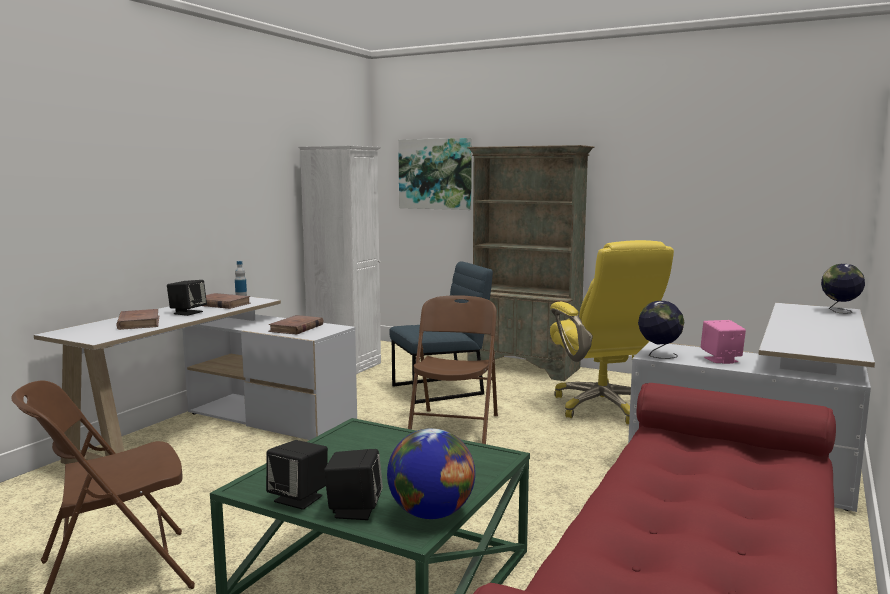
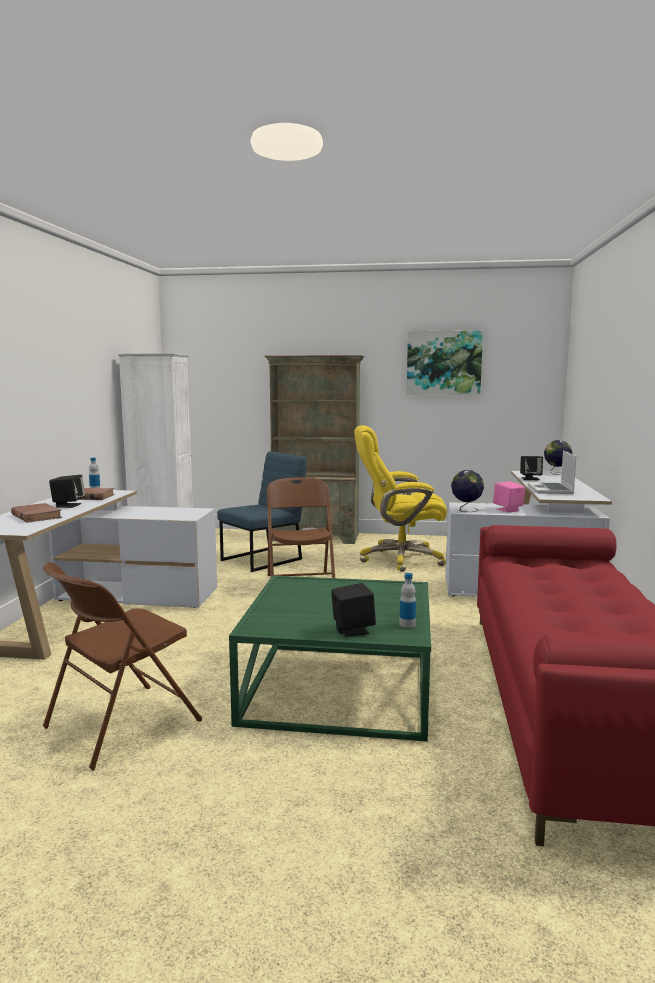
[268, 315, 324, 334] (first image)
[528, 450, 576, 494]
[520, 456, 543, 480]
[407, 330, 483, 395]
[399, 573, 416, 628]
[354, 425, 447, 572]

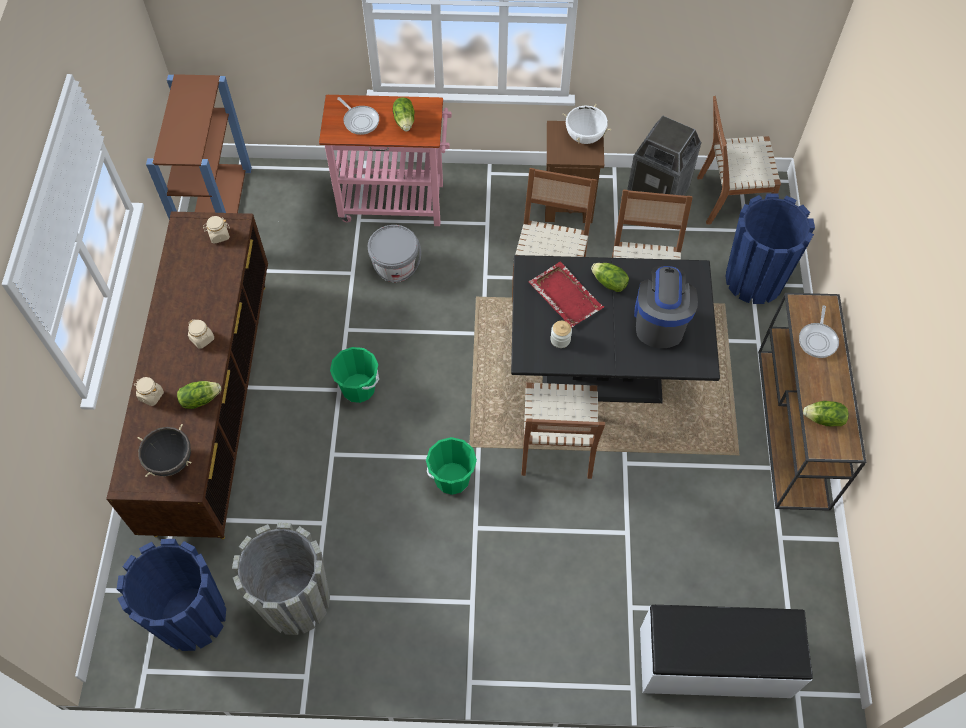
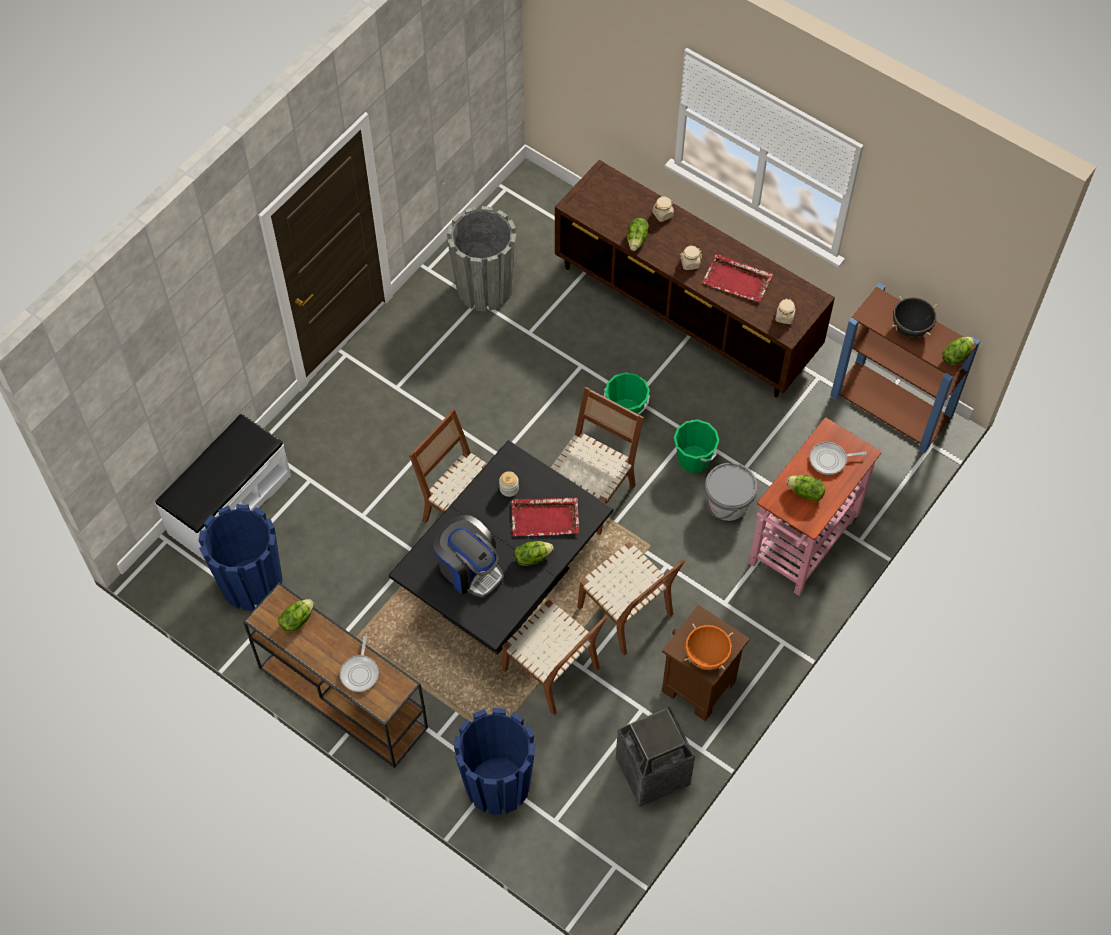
[702, 254, 773, 302]
[942, 337, 974, 365]
[198, 504, 283, 611]
[892, 296, 937, 338]
[674, 420, 719, 473]
[551, 387, 644, 535]
[685, 624, 733, 670]
[340, 635, 379, 692]

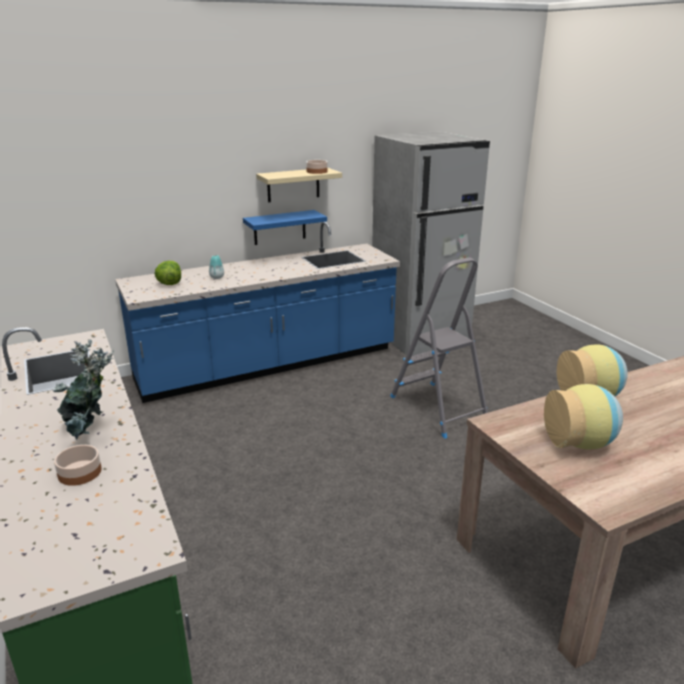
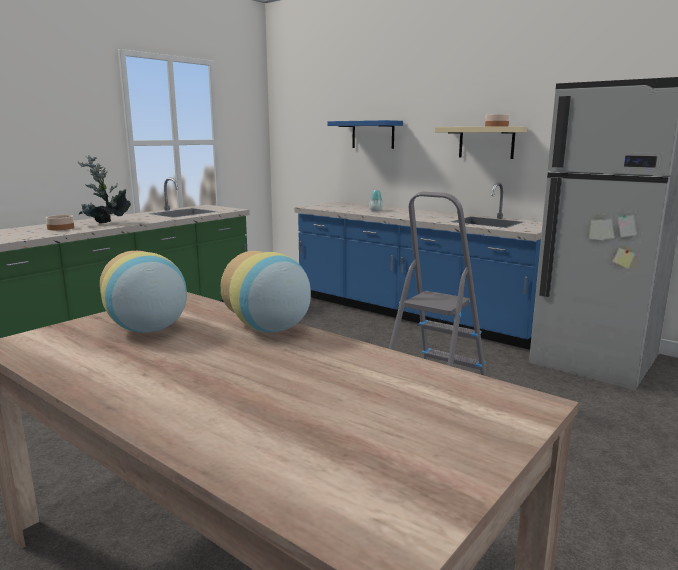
[155, 261, 181, 285] (first image)
[327, 120, 403, 149]

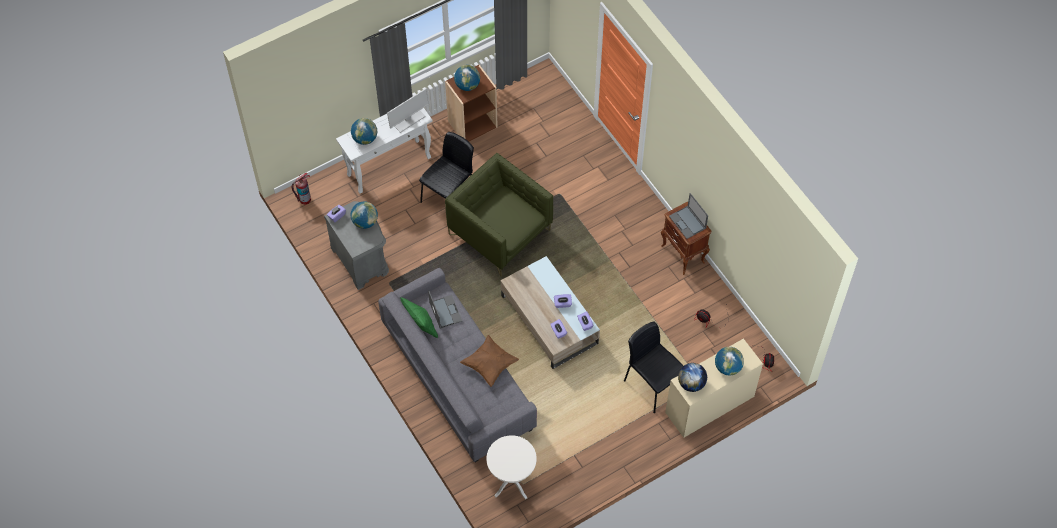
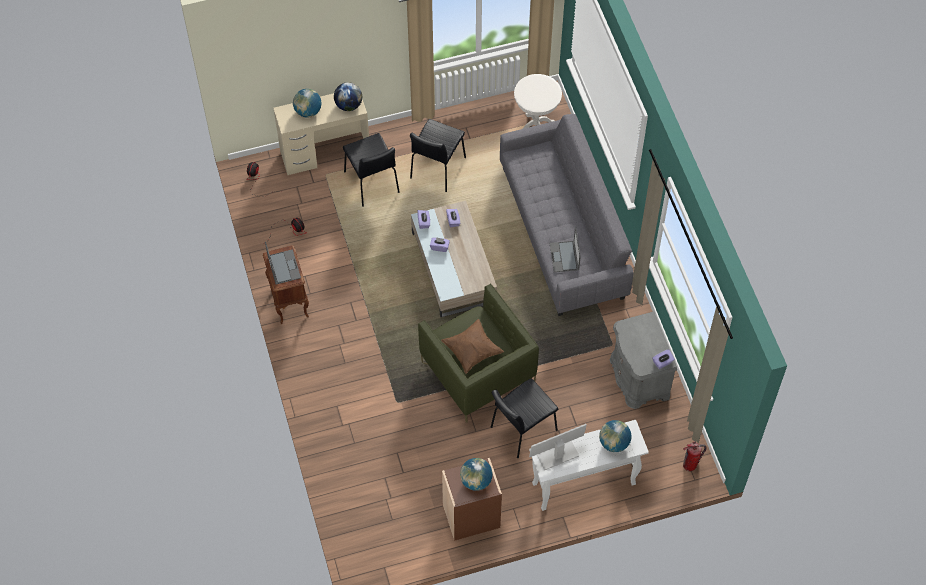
[351, 201, 378, 229] (first image)
[400, 297, 438, 338] (first image)
[410, 119, 466, 192]
[441, 319, 504, 374]

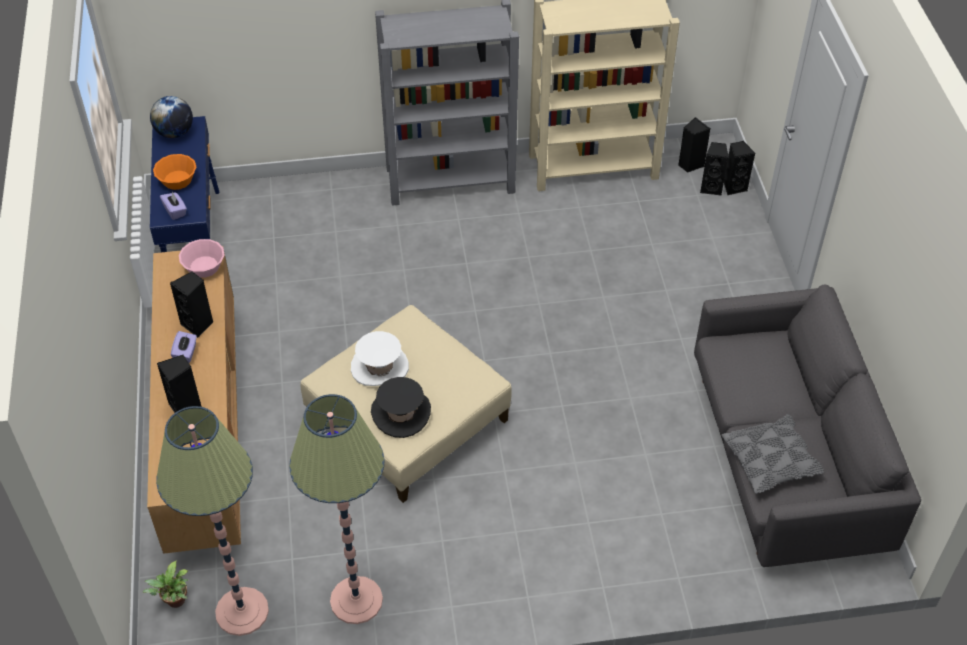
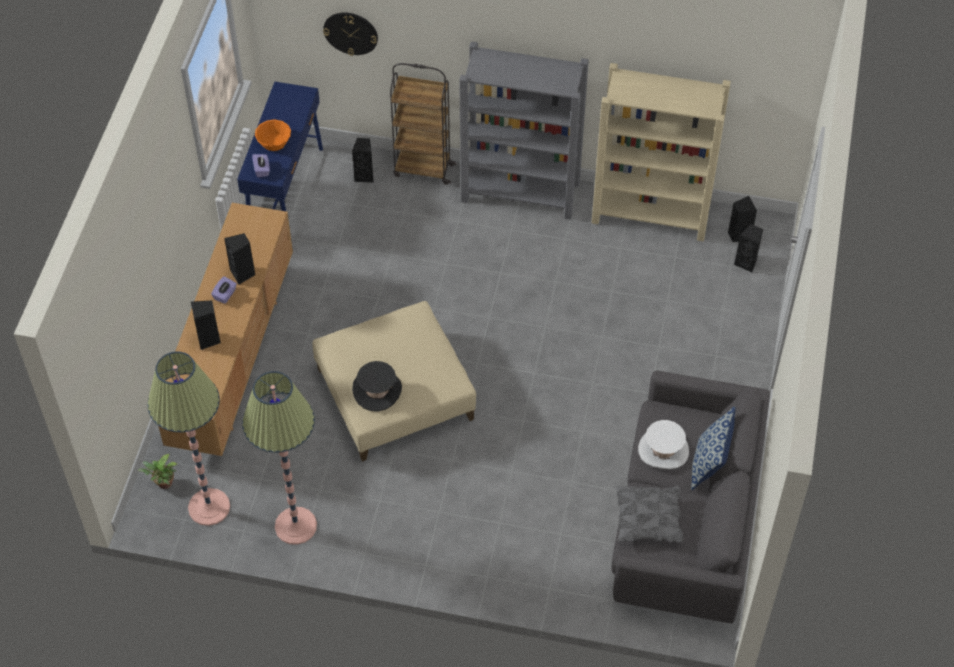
[150, 96, 193, 138] (first image)
[179, 239, 224, 277] (first image)
[323, 12, 378, 56]
[390, 63, 456, 185]
[691, 406, 735, 490]
[638, 420, 689, 469]
[352, 138, 374, 183]

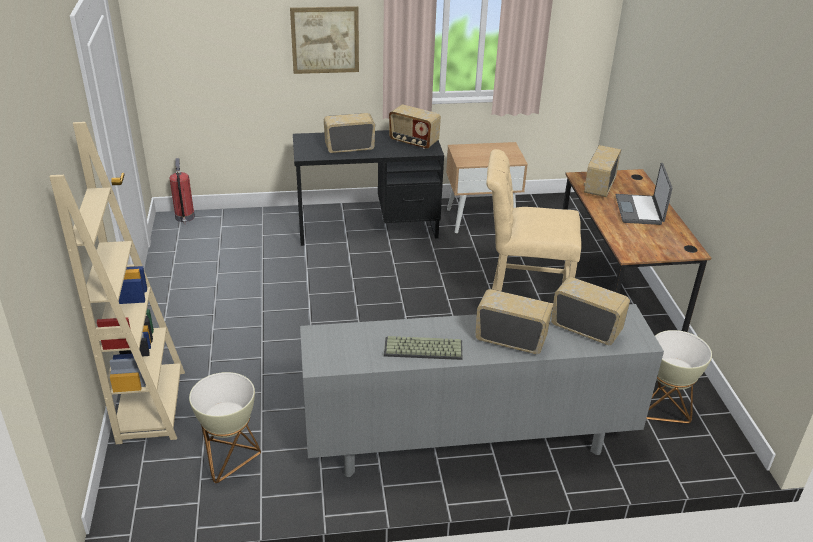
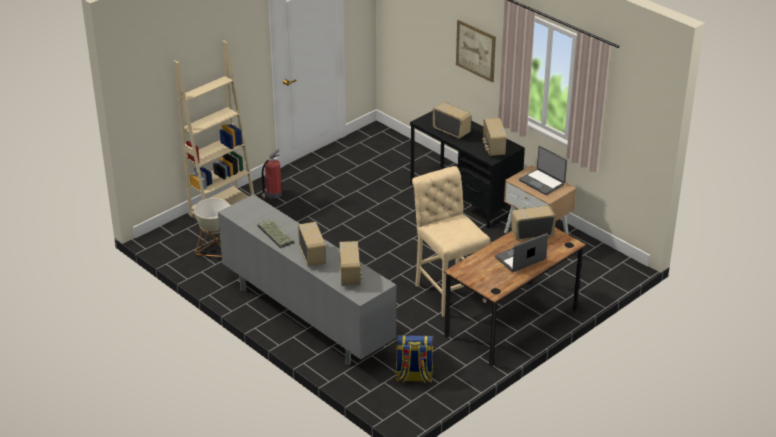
[519, 146, 567, 195]
[262, 149, 282, 199]
[396, 335, 434, 383]

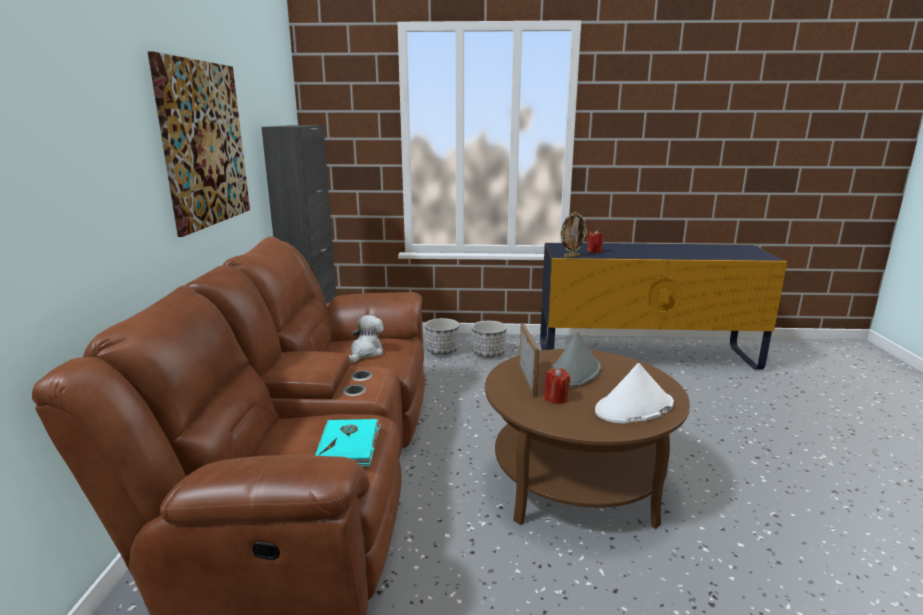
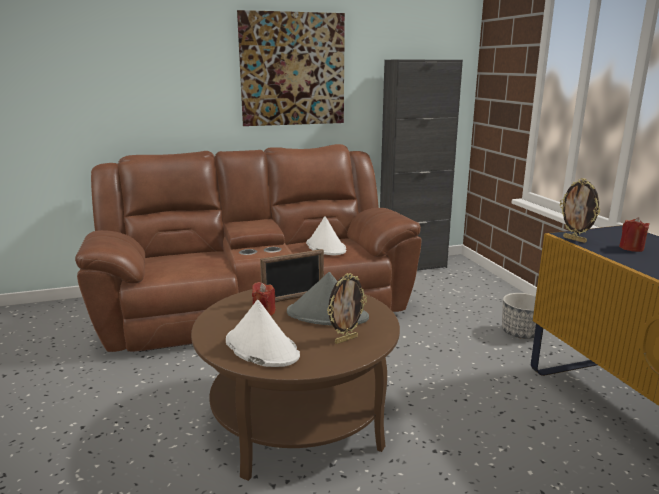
[315, 419, 382, 466] (first image)
[424, 318, 459, 355] (first image)
[327, 273, 367, 344]
[306, 216, 346, 255]

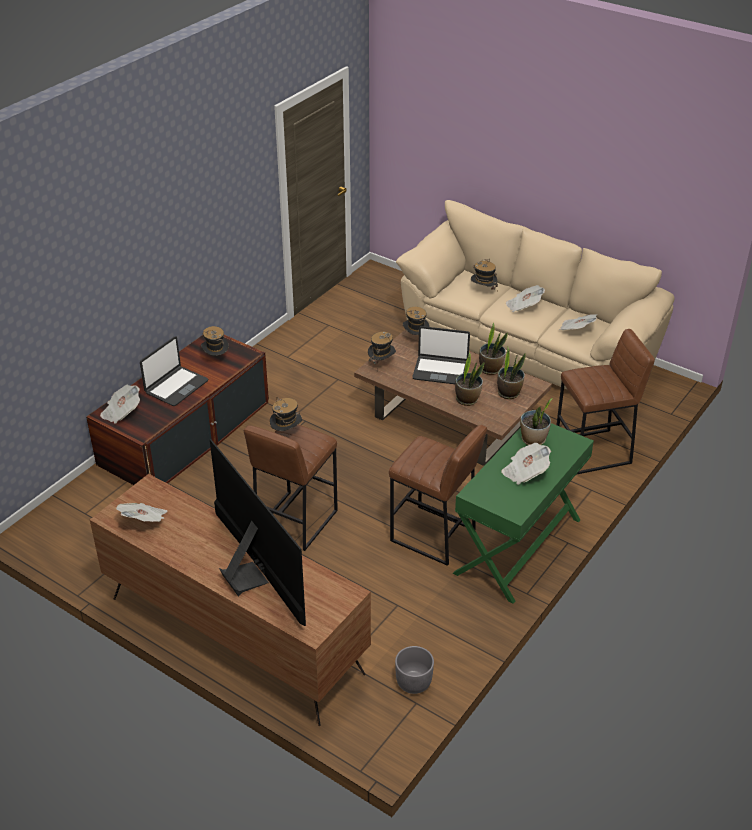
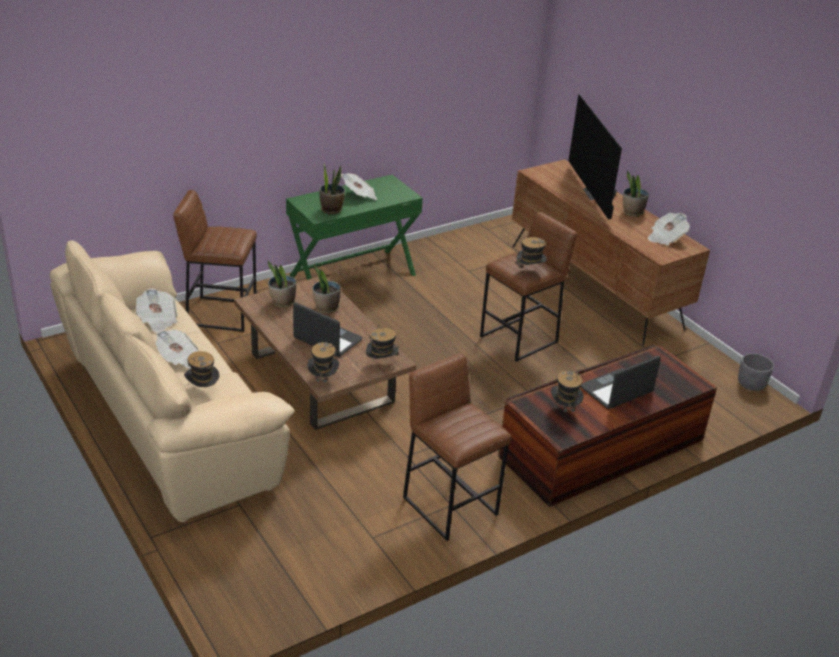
[100, 385, 140, 424] (first image)
[403, 353, 511, 541]
[738, 353, 774, 391]
[623, 170, 649, 217]

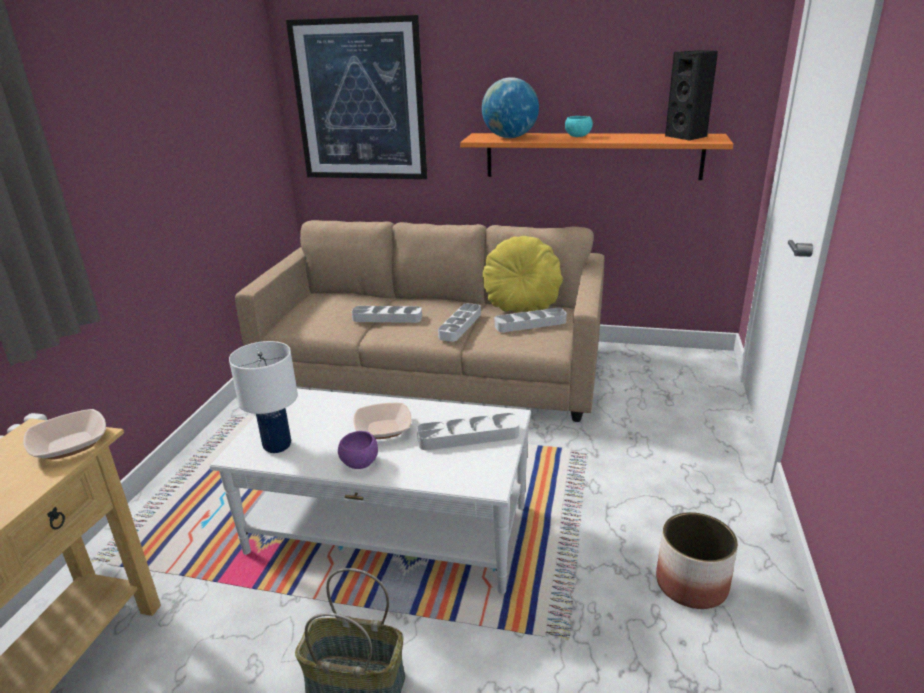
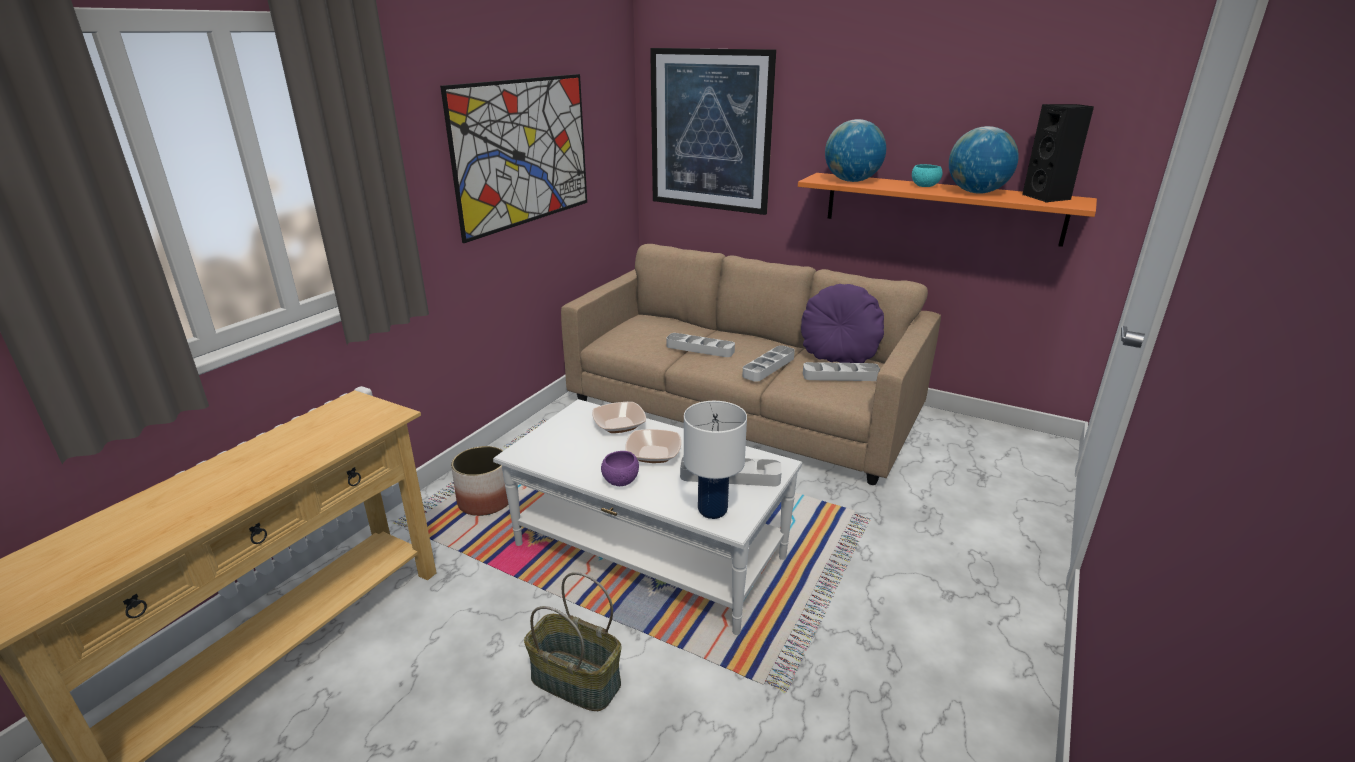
[440, 74, 587, 243]
[949, 126, 1019, 193]
[592, 402, 646, 433]
[684, 401, 747, 519]
[451, 446, 508, 516]
[801, 284, 884, 363]

